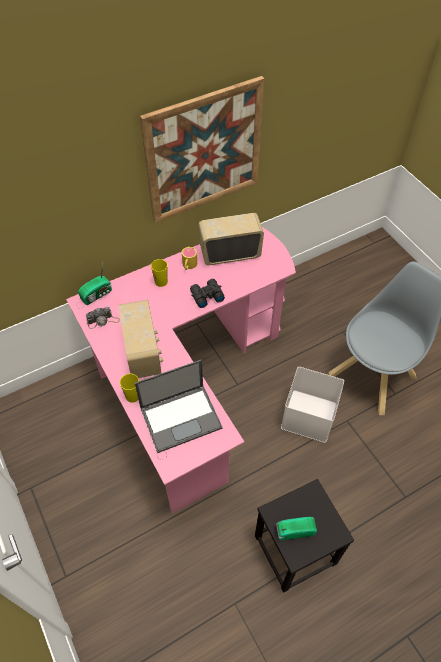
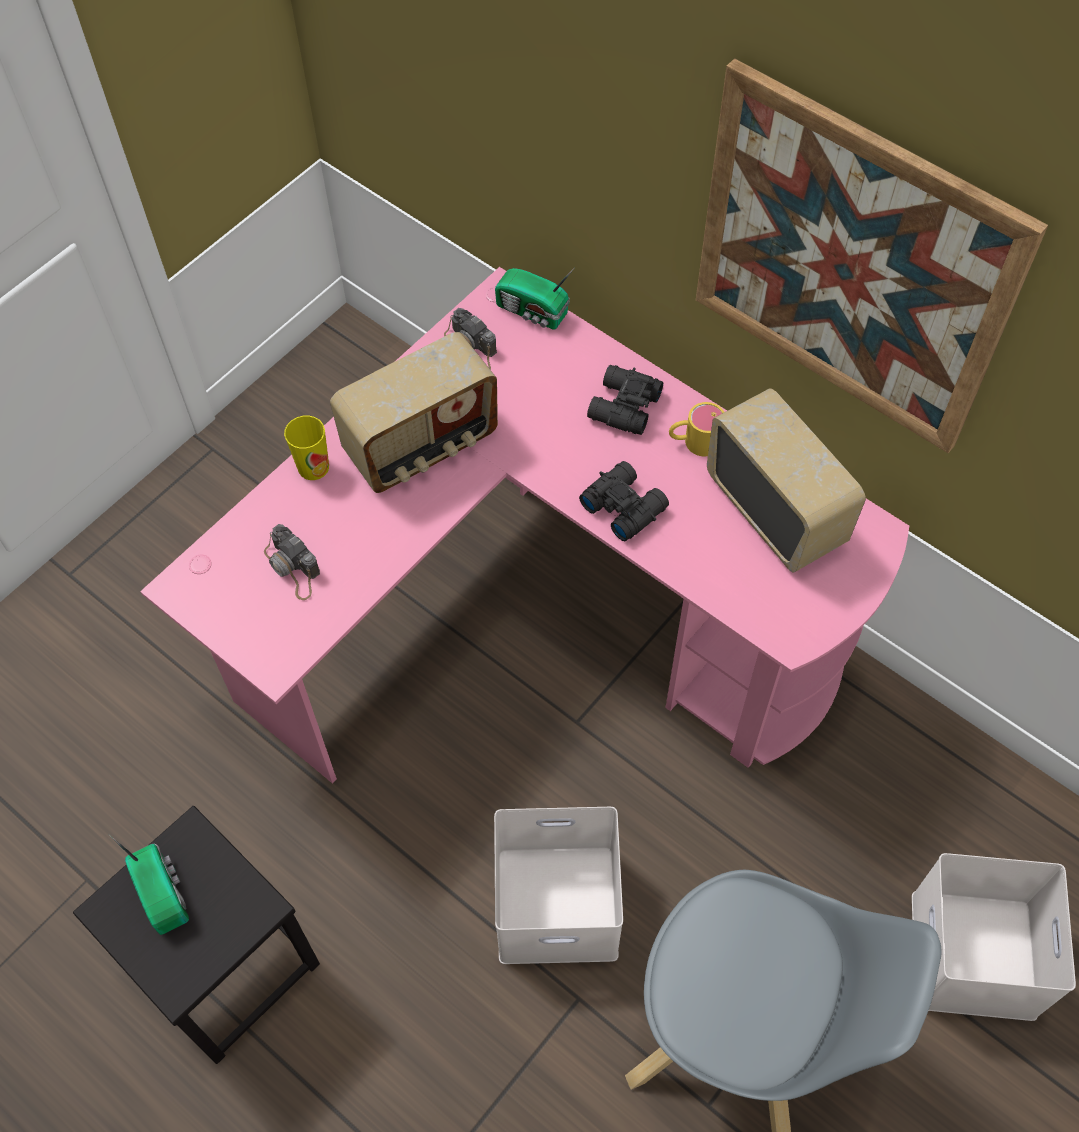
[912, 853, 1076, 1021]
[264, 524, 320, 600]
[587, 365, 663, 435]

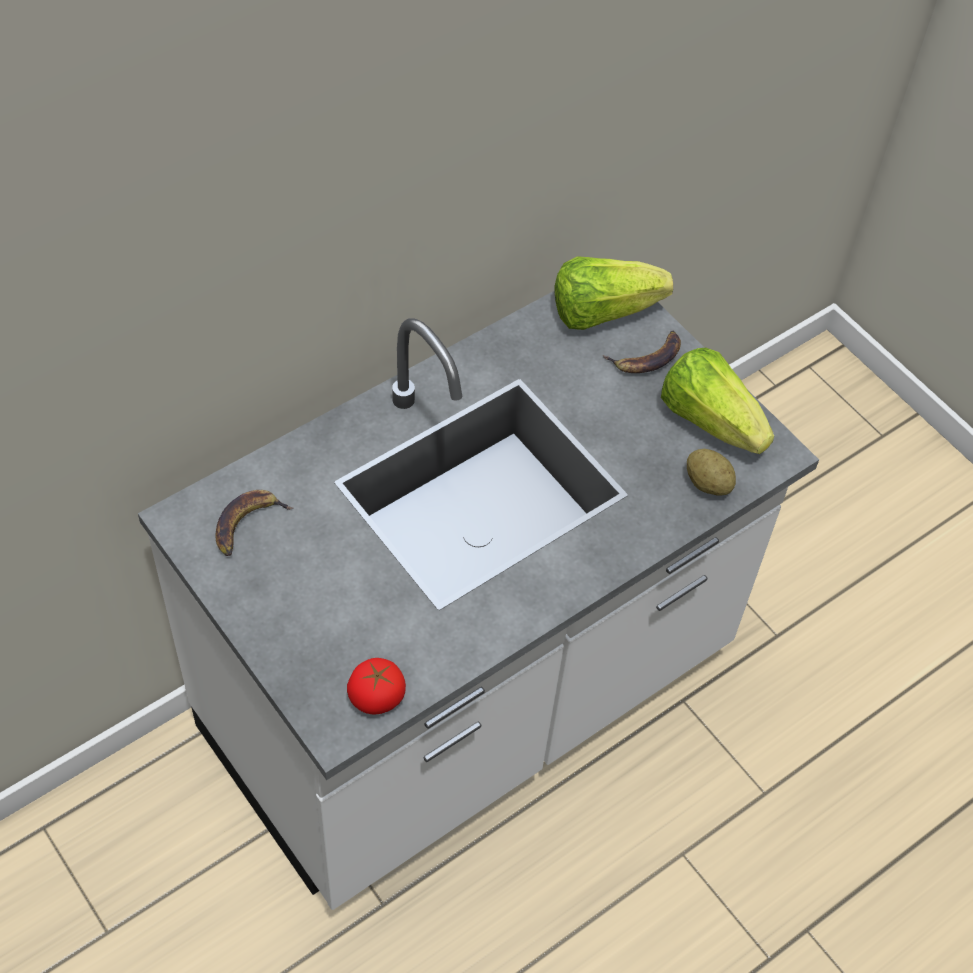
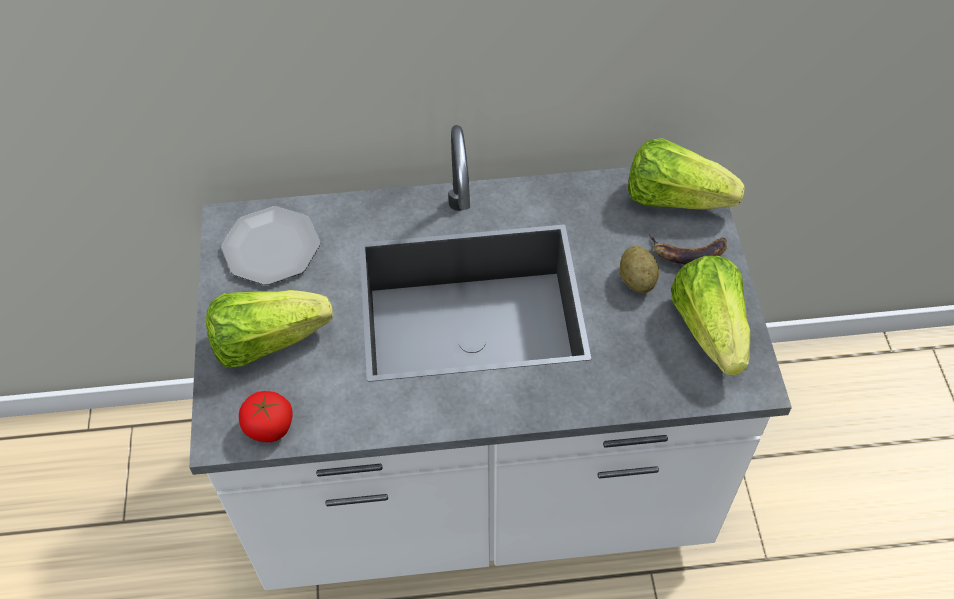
[206, 290, 333, 368]
[620, 246, 659, 293]
[221, 206, 320, 285]

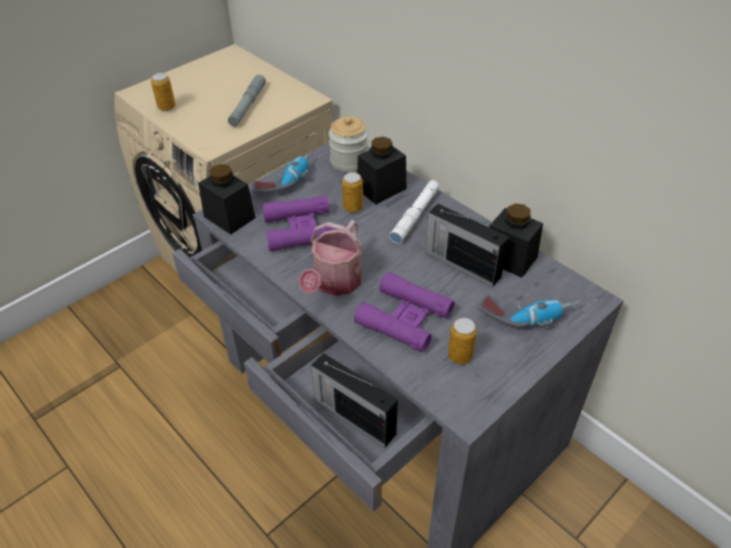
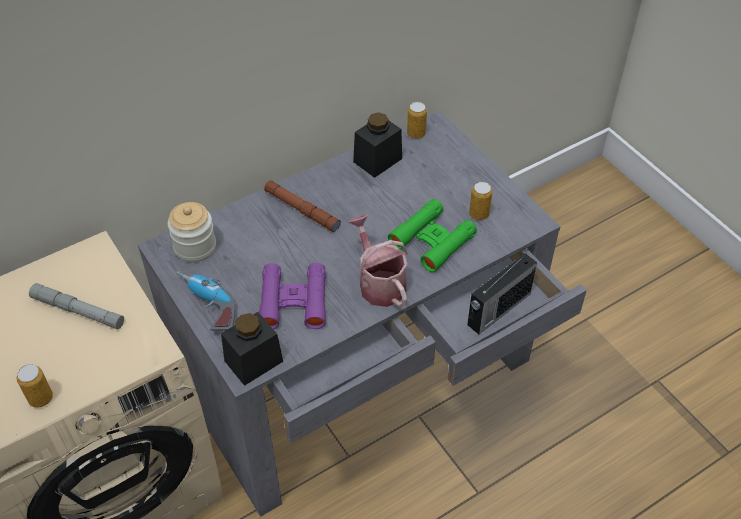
[357, 137, 407, 205] (first image)
[426, 204, 509, 287] (first image)
[477, 293, 579, 327] (first image)
[407, 102, 427, 139]
[388, 199, 477, 272]
[264, 180, 341, 232]
[349, 215, 408, 307]

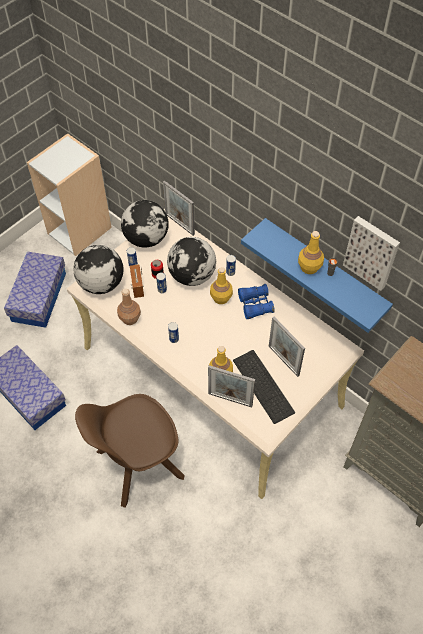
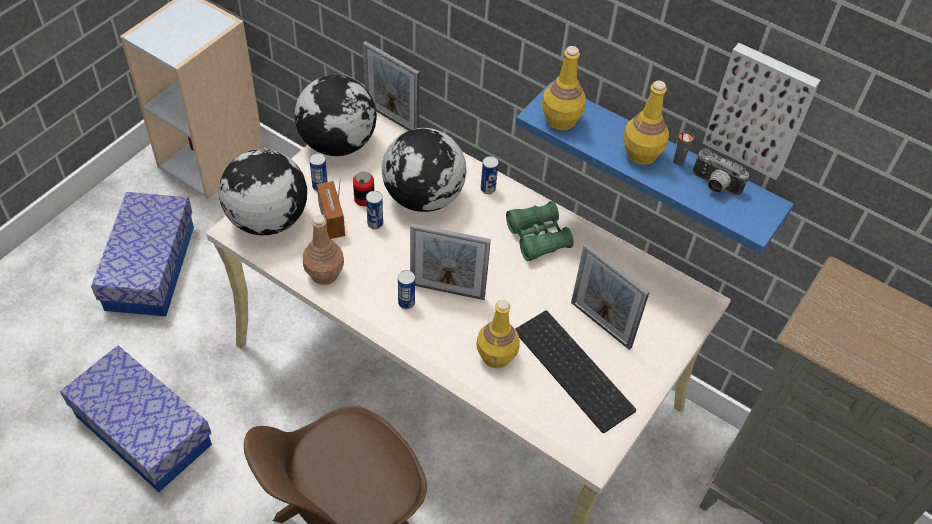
[693, 148, 749, 196]
[410, 223, 491, 300]
[542, 46, 586, 130]
[506, 201, 574, 261]

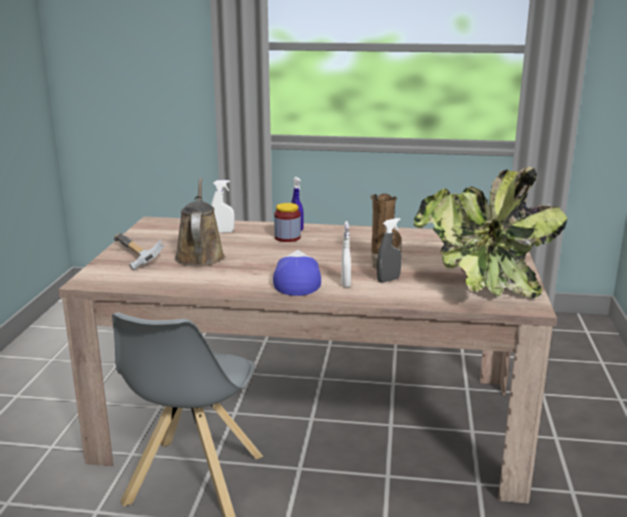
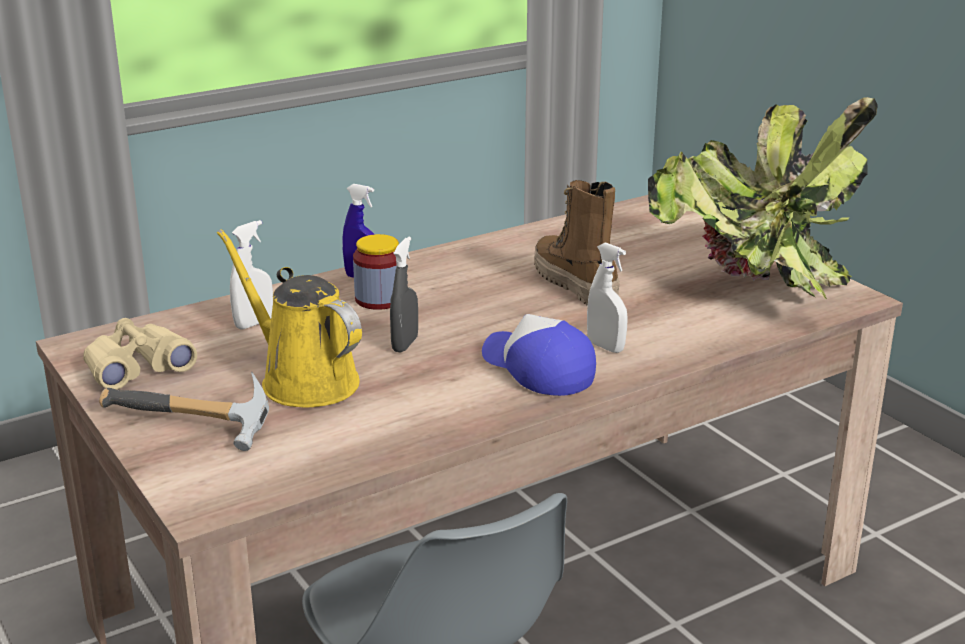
[83, 318, 197, 390]
[390, 236, 418, 353]
[217, 229, 362, 407]

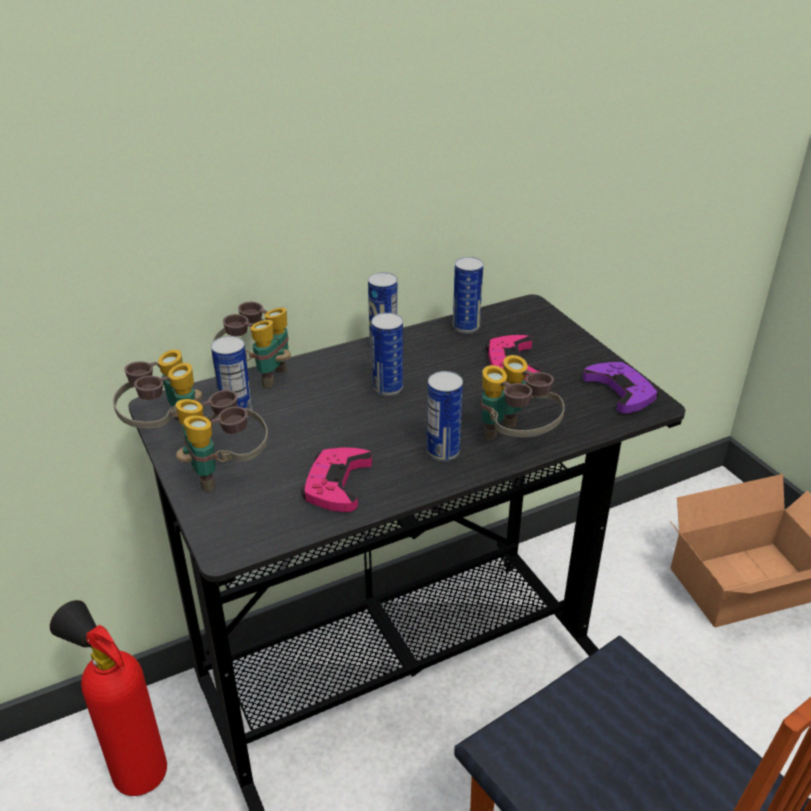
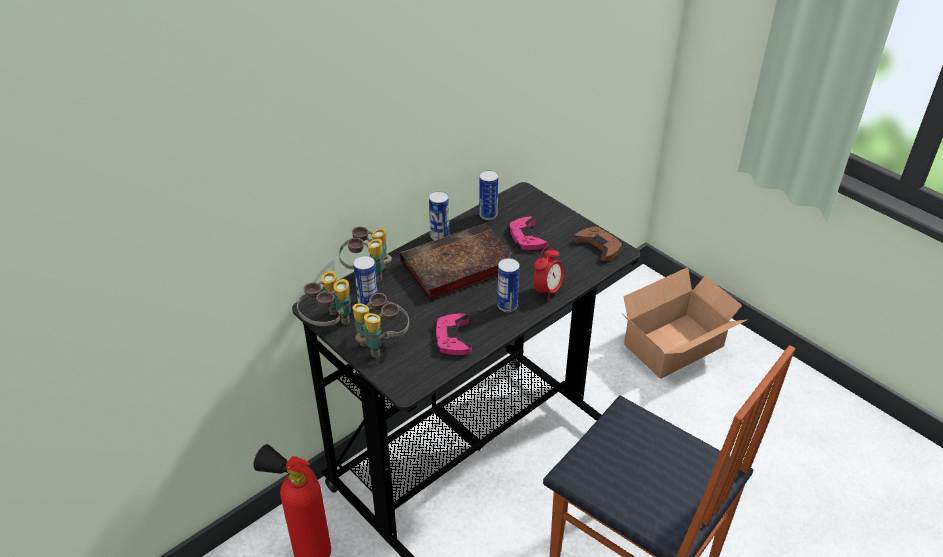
[400, 223, 517, 302]
[534, 246, 564, 301]
[574, 226, 623, 261]

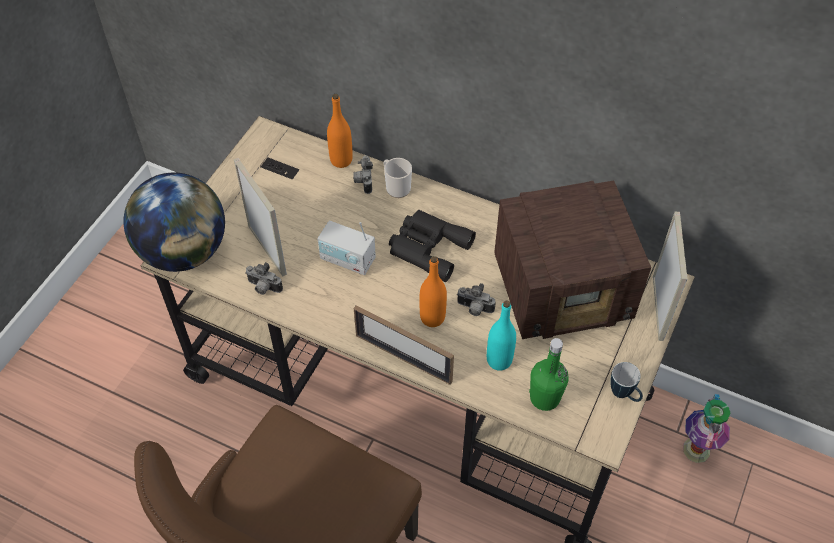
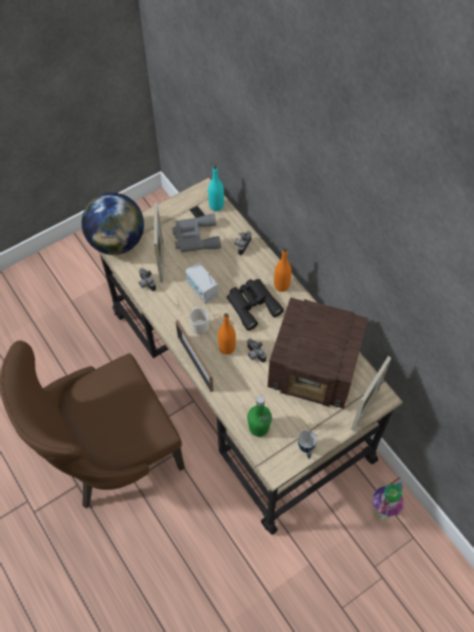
[172, 214, 221, 253]
[274, 248, 292, 292]
[189, 306, 209, 335]
[208, 165, 224, 211]

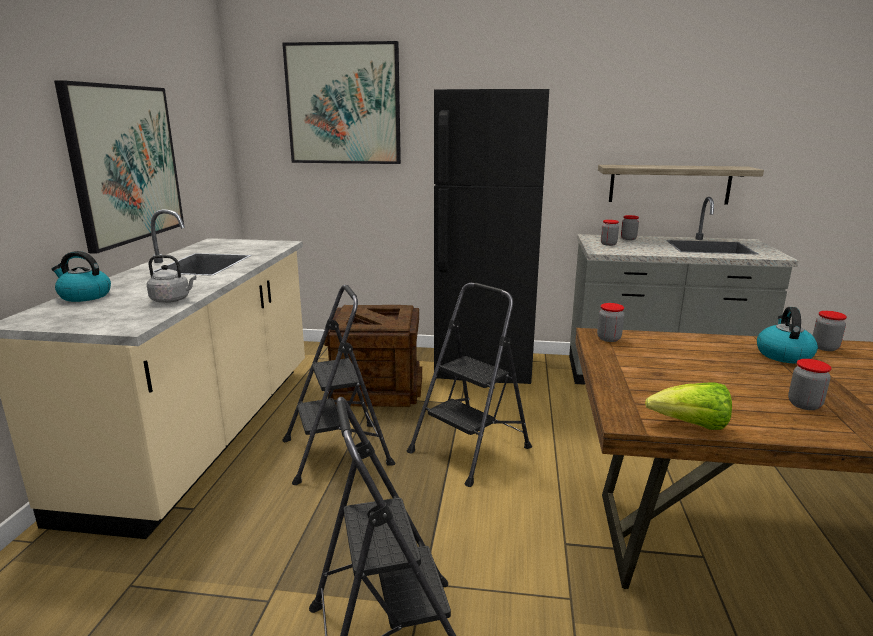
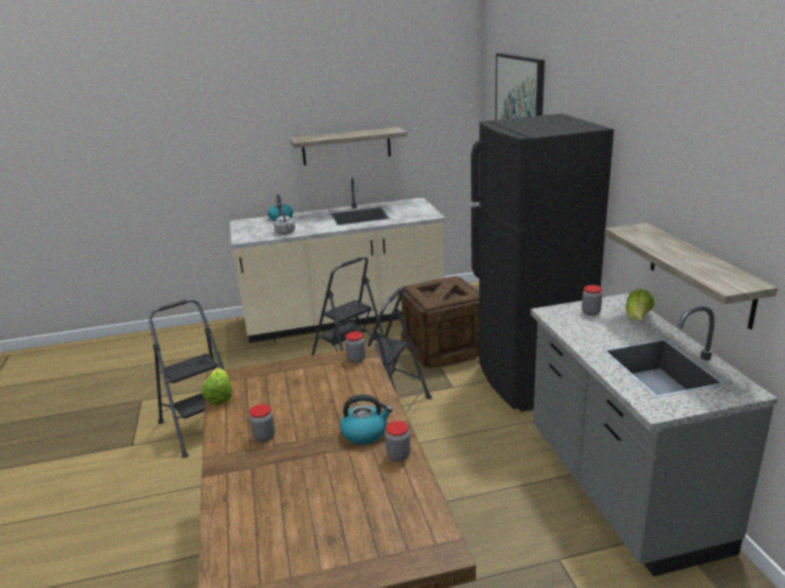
[290, 127, 407, 165]
[626, 289, 655, 321]

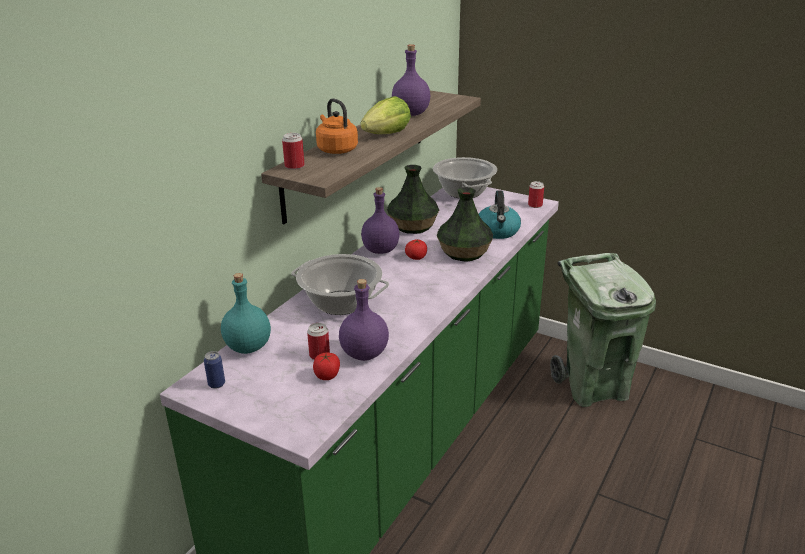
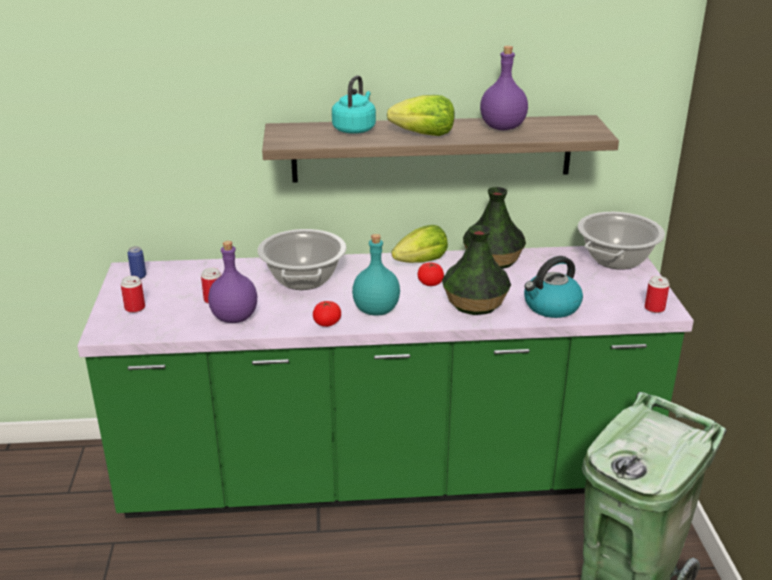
[352, 234, 400, 316]
[121, 276, 145, 313]
[313, 301, 341, 327]
[392, 225, 448, 263]
[332, 75, 376, 134]

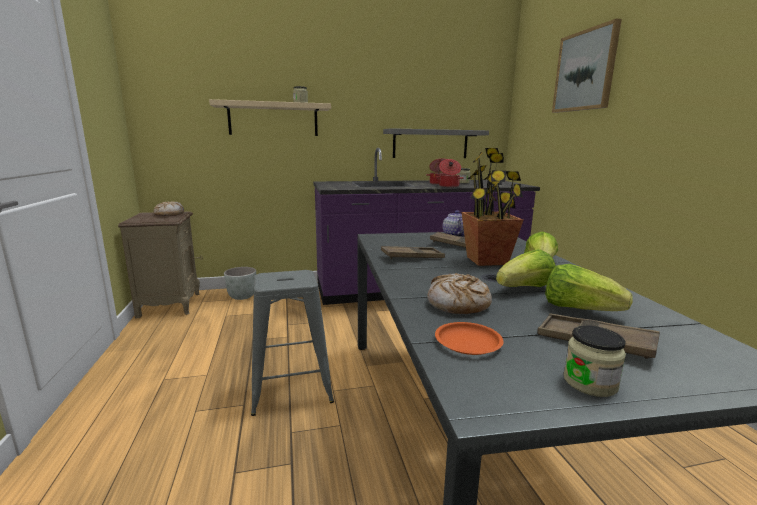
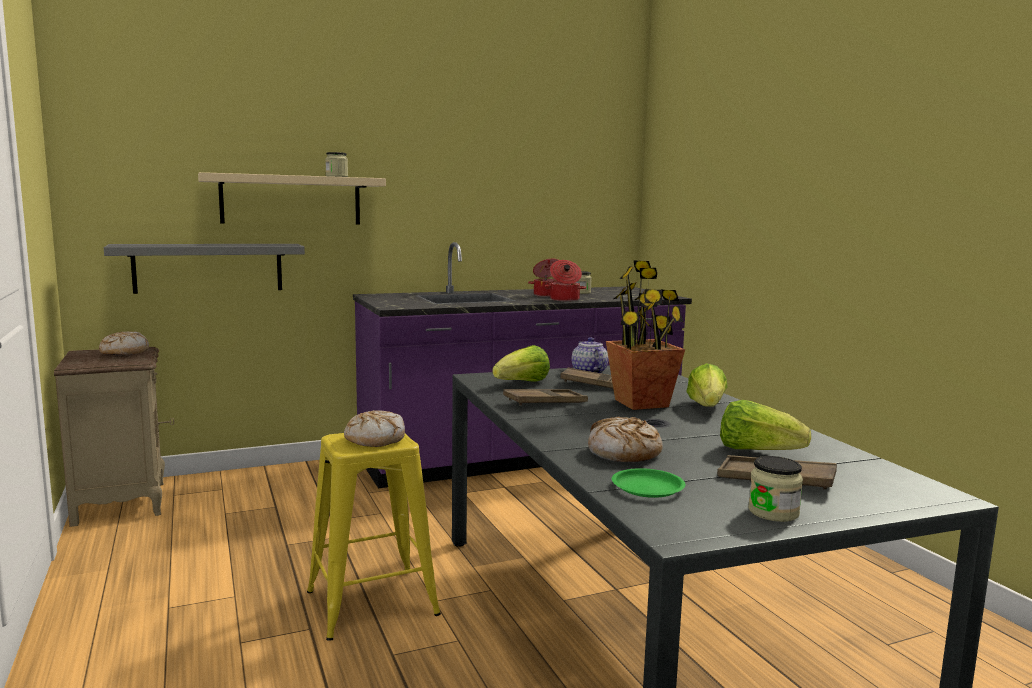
[224, 267, 256, 300] (first image)
[552, 18, 622, 113] (first image)
[344, 410, 405, 447]
[104, 244, 305, 294]
[492, 345, 550, 381]
[307, 433, 441, 641]
[612, 468, 686, 498]

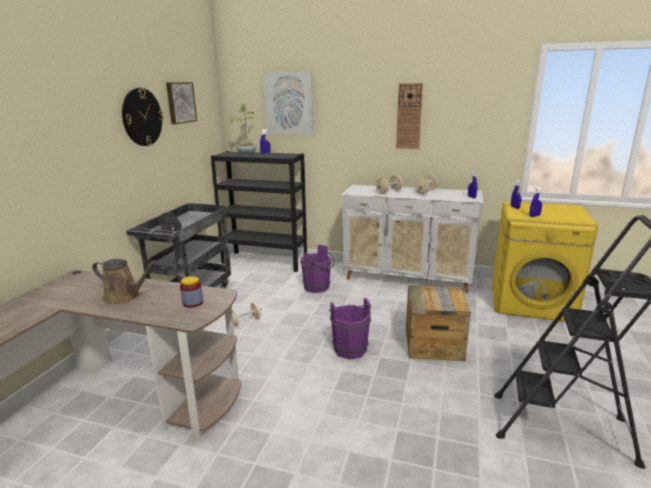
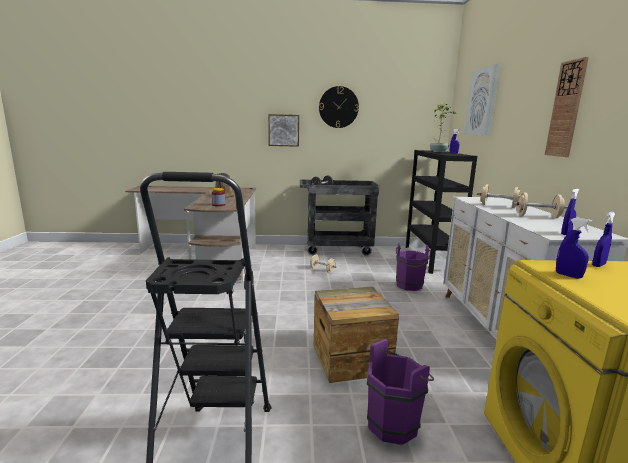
[268, 114, 299, 147]
[367, 339, 434, 445]

